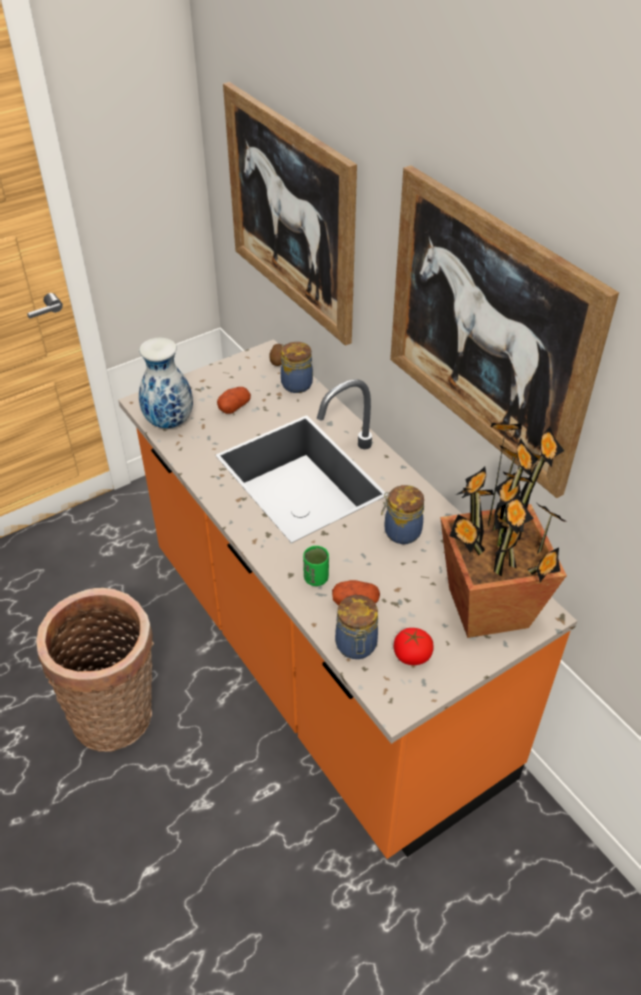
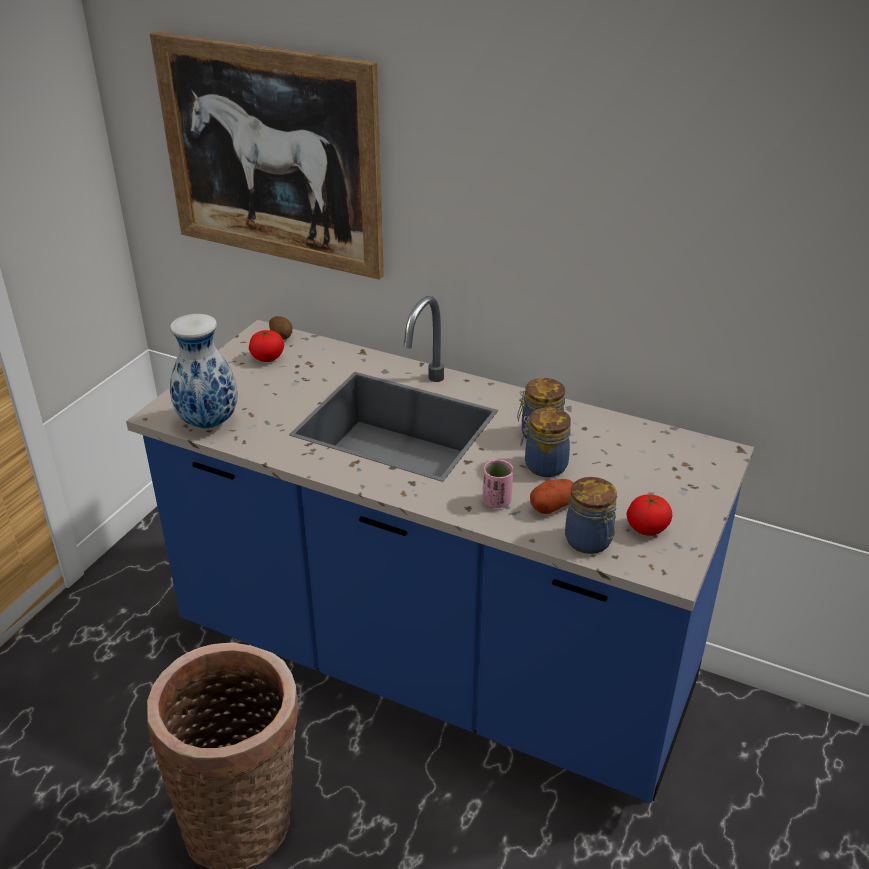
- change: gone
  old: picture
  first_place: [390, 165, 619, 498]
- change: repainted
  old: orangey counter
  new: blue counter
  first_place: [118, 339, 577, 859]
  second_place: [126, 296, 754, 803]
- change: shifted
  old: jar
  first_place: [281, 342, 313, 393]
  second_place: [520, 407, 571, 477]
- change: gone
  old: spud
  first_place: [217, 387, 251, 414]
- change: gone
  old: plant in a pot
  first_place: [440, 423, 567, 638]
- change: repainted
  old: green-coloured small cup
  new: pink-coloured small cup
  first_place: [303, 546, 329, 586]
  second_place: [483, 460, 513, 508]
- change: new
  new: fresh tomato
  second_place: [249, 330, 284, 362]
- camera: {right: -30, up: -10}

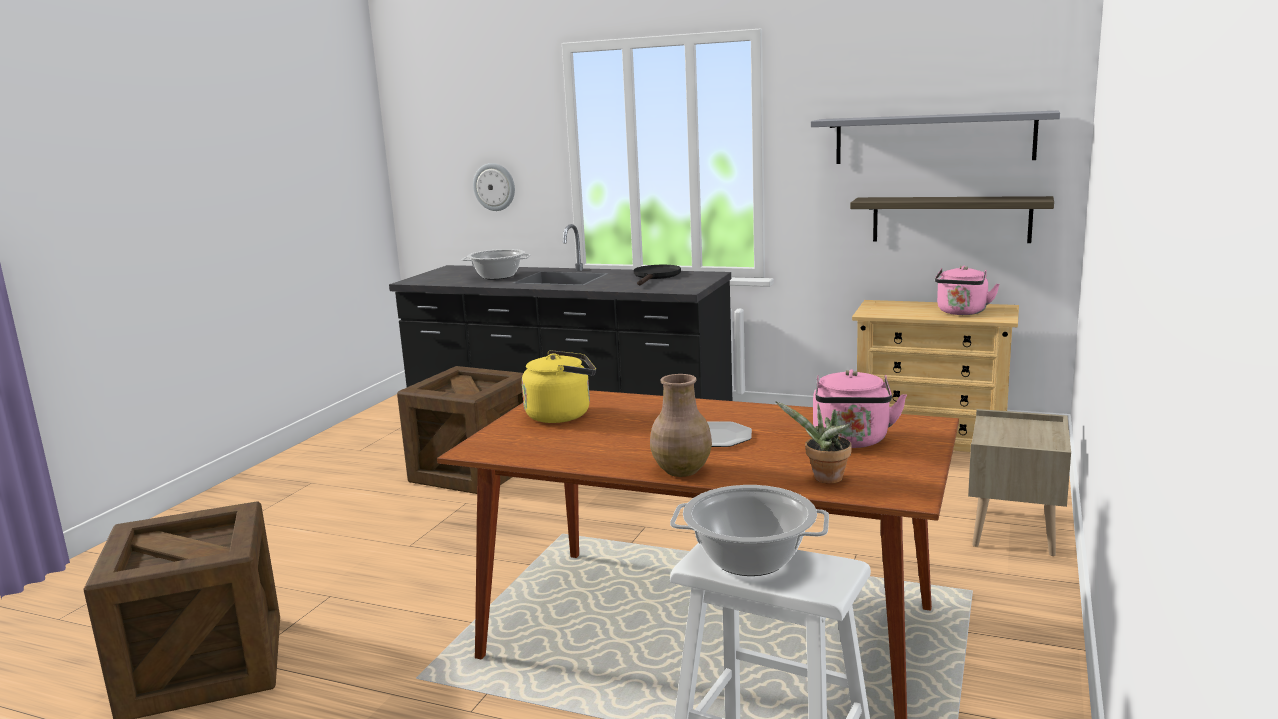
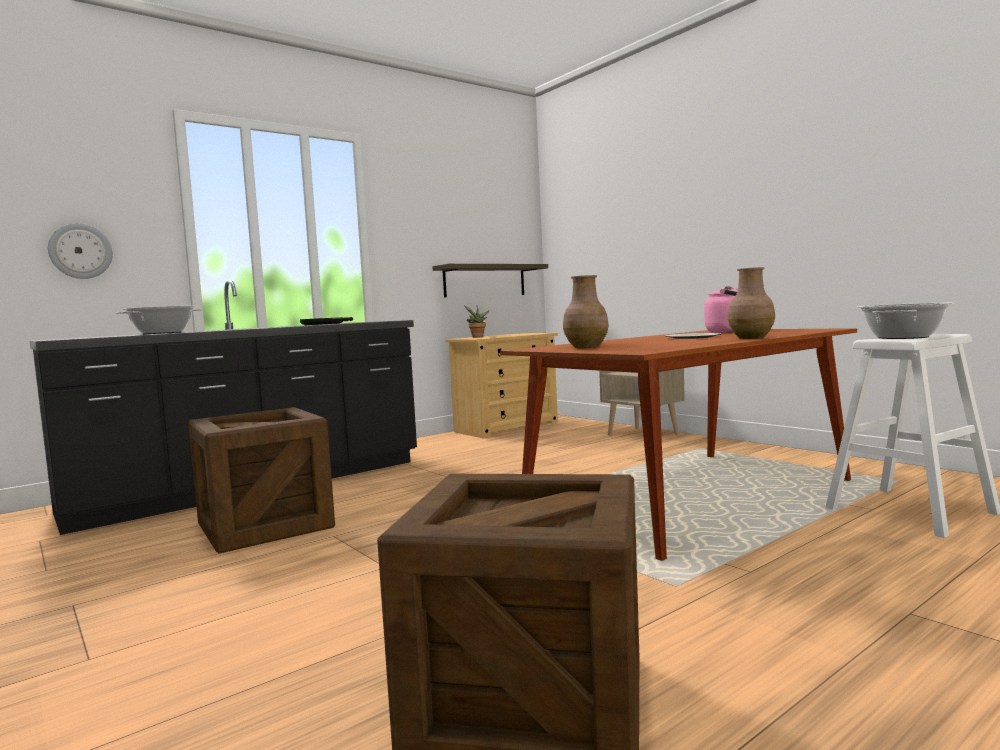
- change: gone
  old: greyish bracket shelf
  first_place: [811, 111, 1060, 164]
- change: gone
  old: pink-coloured tea kettle
  first_place: [935, 266, 1000, 315]
- change: swapped
  old: yellow tea kettle
  new: brown-coloured vase
  first_place: [522, 350, 596, 423]
  second_place: [563, 275, 609, 348]
- change: shifted
  old: plant in a pot
  first_place: [775, 401, 851, 484]
  second_place: [464, 306, 490, 338]
- camera: {right: -60, up: -10}

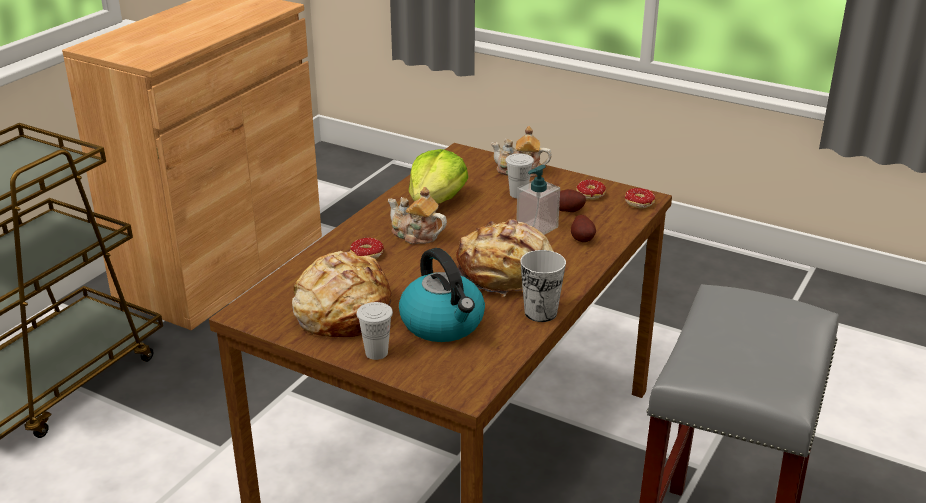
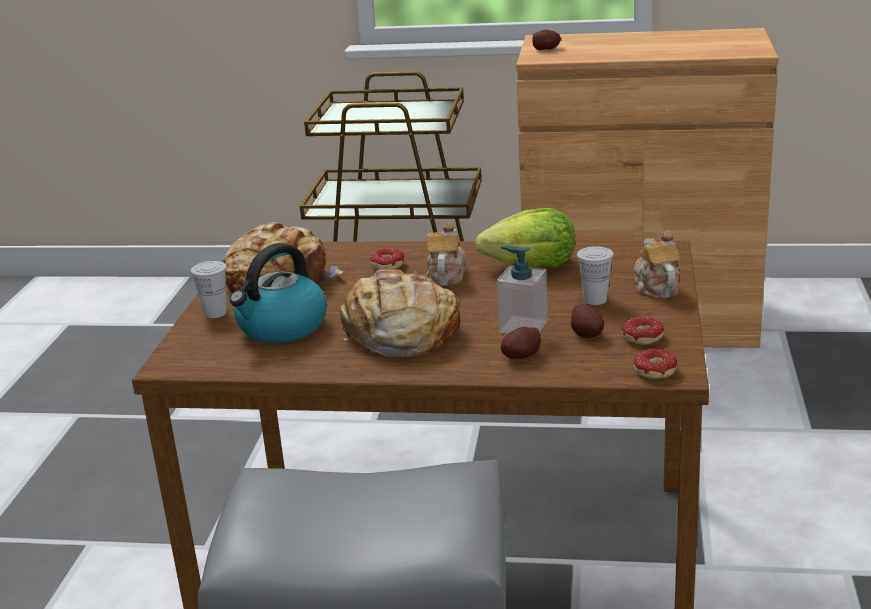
- change: gone
  old: small cup
  first_place: [520, 250, 566, 322]
- change: new
  new: spud
  second_place: [532, 30, 561, 50]
- camera: {right: 70, up: -5}

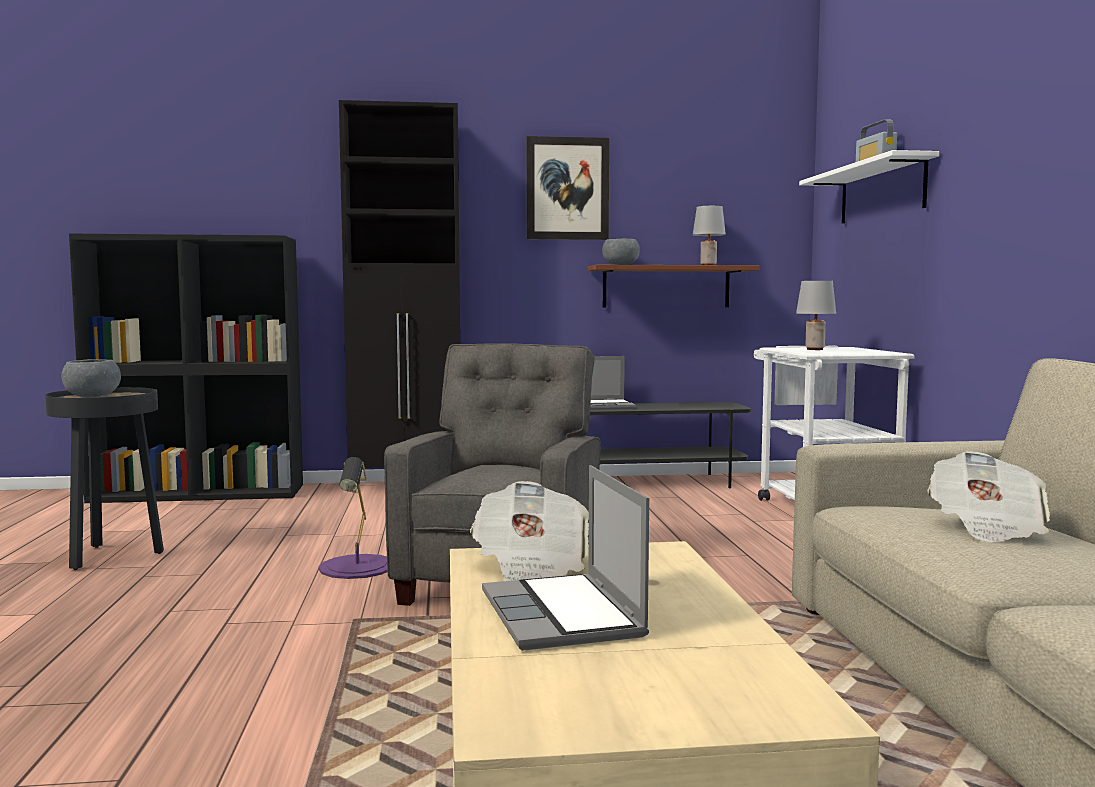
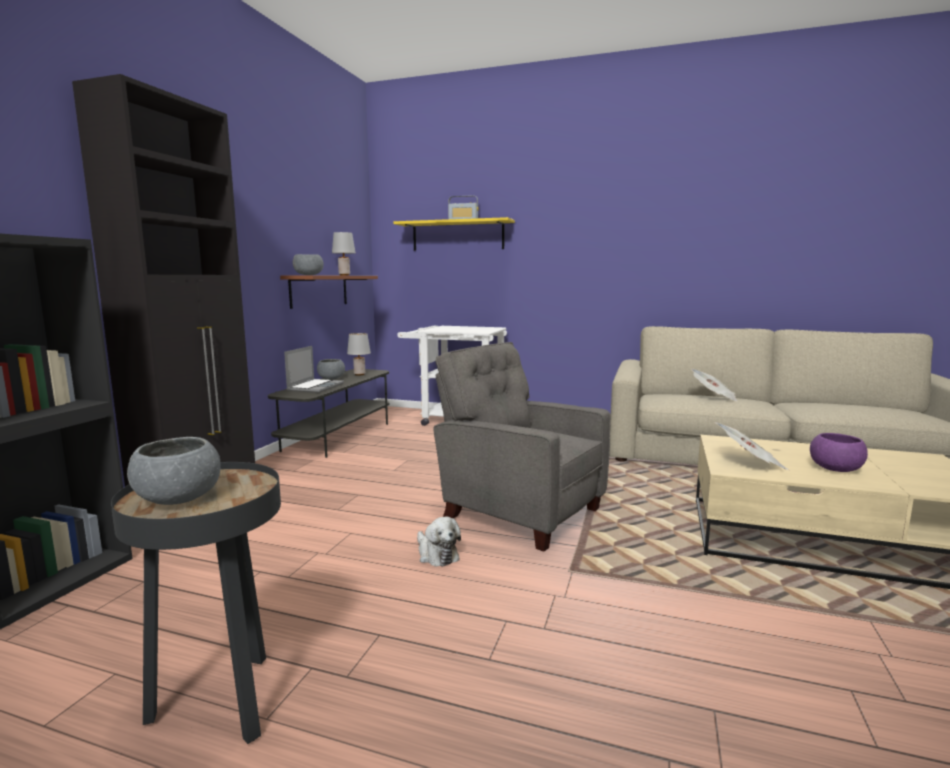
- change: gone
  old: picture
  first_place: [526, 136, 609, 240]
- change: repainted
  old: white bracket shelf
  new: yellow bracket shelf
  first_place: [799, 150, 939, 224]
  second_place: [394, 217, 515, 251]
- change: shifted
  old: greyish tabletop lamp
  first_place: [796, 281, 836, 350]
  second_place: [347, 333, 371, 376]
- change: swapped
  old: purple-coloured tabletop lamp
  new: soft toy
  first_place: [318, 457, 387, 579]
  second_place: [417, 517, 461, 567]
- change: swapped
  old: laptop
  new: purple-coloured deep dish
  first_place: [482, 465, 649, 651]
  second_place: [810, 433, 868, 472]
- change: new
  new: greyish deep dish
  second_place: [317, 359, 345, 379]
- camera: {right: -65, up: 5}

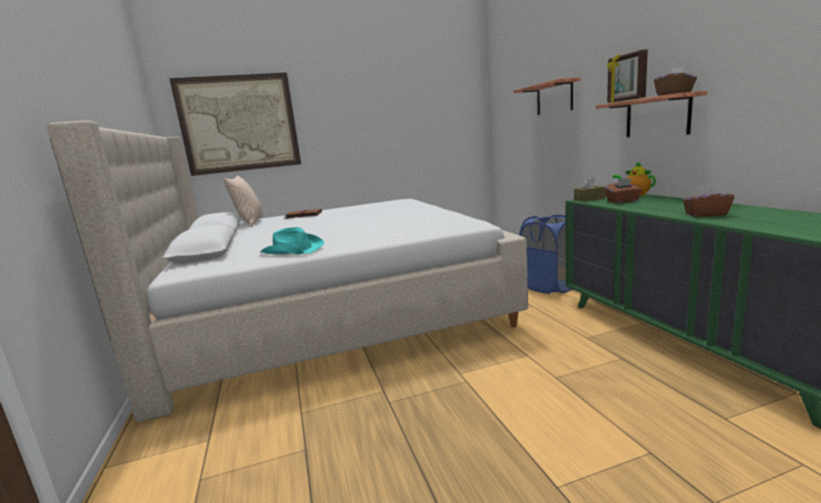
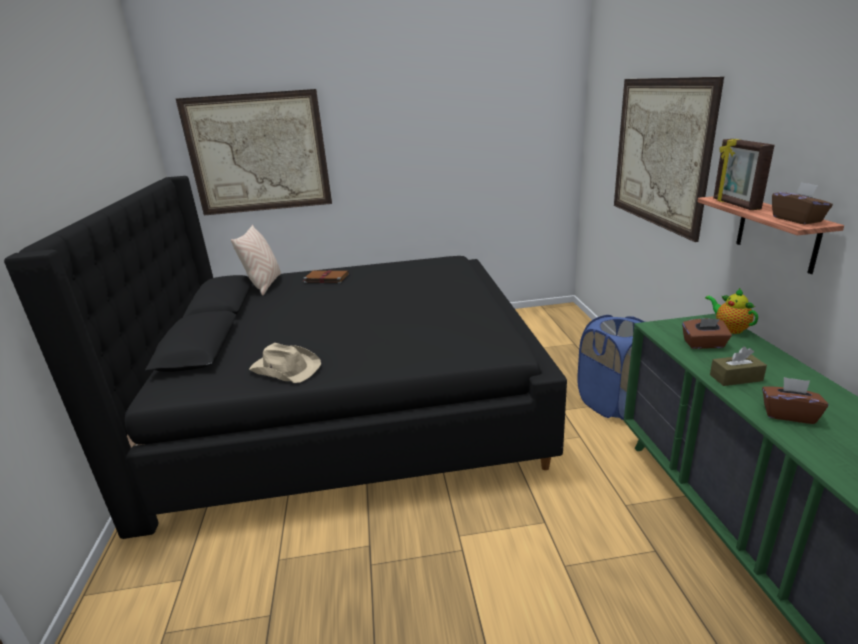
- change: swapped
  old: bracket shelf
  new: picture
  first_place: [514, 77, 580, 115]
  second_place: [614, 77, 724, 242]
- change: repainted
  old: beige-coloured bed
  new: blackish bed
  first_place: [47, 120, 528, 422]
  second_place: [4, 176, 567, 539]
- change: shifted
  old: brown-coloured tissue holder
  first_place: [574, 176, 606, 202]
  second_place: [710, 347, 767, 386]
- change: repainted
  old: turquoise-coloured clothing hat
  new: beige-coloured clothing hat
  first_place: [260, 227, 324, 254]
  second_place: [249, 343, 321, 383]
- camera: {right: 10, up: 10}

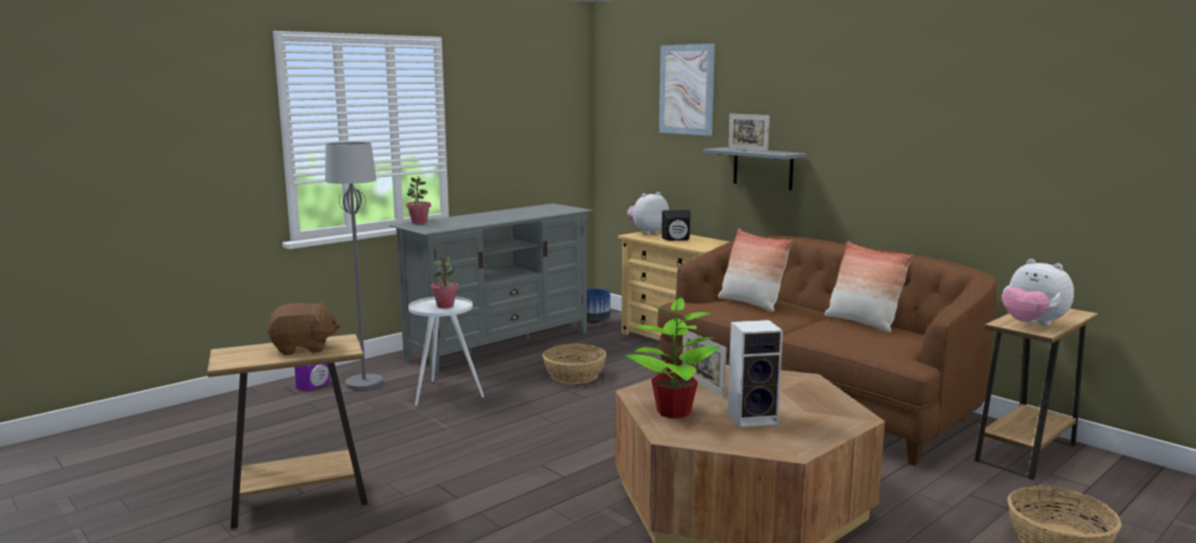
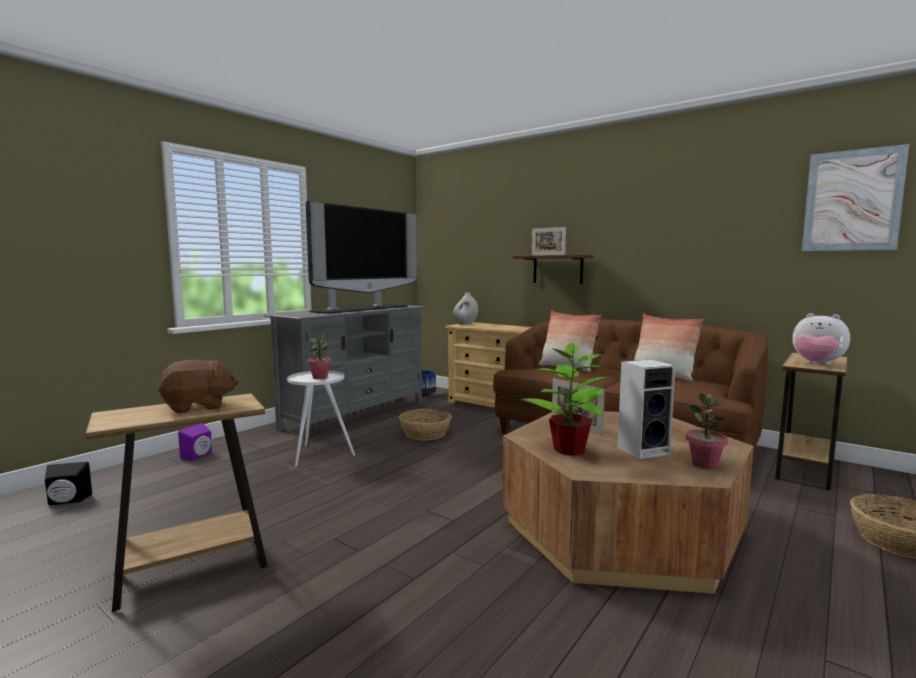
- change: shifted
  old: picture
  first_place: [659, 43, 715, 136]
  second_place: [802, 144, 909, 251]
- change: gone
  old: greyish standing lamp
  first_place: [325, 142, 383, 390]
- change: repainted
  old: greyish bracket shelf
  new: brown-coloured bracket shelf
  first_place: [703, 147, 806, 190]
  second_place: [513, 255, 594, 284]
- change: shifted
  old: plant in a pot
  first_place: [406, 177, 431, 224]
  second_place: [686, 393, 728, 469]
- change: swapped
  old: soft toy
  new: white vase
  first_place: [627, 192, 669, 235]
  second_place: [453, 293, 478, 325]
- change: shifted
  old: blackish loudspeaker
  first_place: [662, 210, 690, 241]
  second_place: [45, 462, 92, 506]
- change: new
  new: TV
  second_place: [306, 201, 417, 314]
- camera: {right: -10, up: -5}

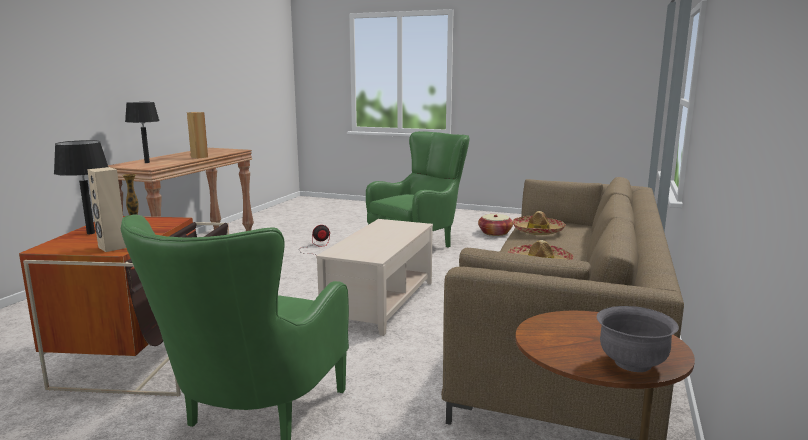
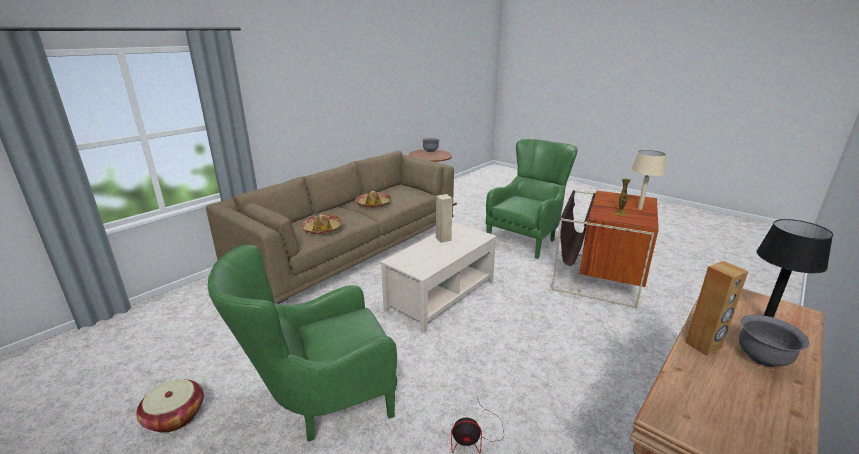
- change: repainted
  old: blackish tabletop lamp
  new: beige-coloured tabletop lamp
  first_place: [54, 140, 108, 234]
  second_place: [631, 150, 666, 210]
- change: shifted
  old: beige-coloured loudspeaker
  first_place: [87, 167, 126, 252]
  second_place: [436, 194, 452, 243]
- change: new
  new: greyish deep dish
  second_place: [739, 315, 809, 367]
- camera: {right: -160, up: 10}

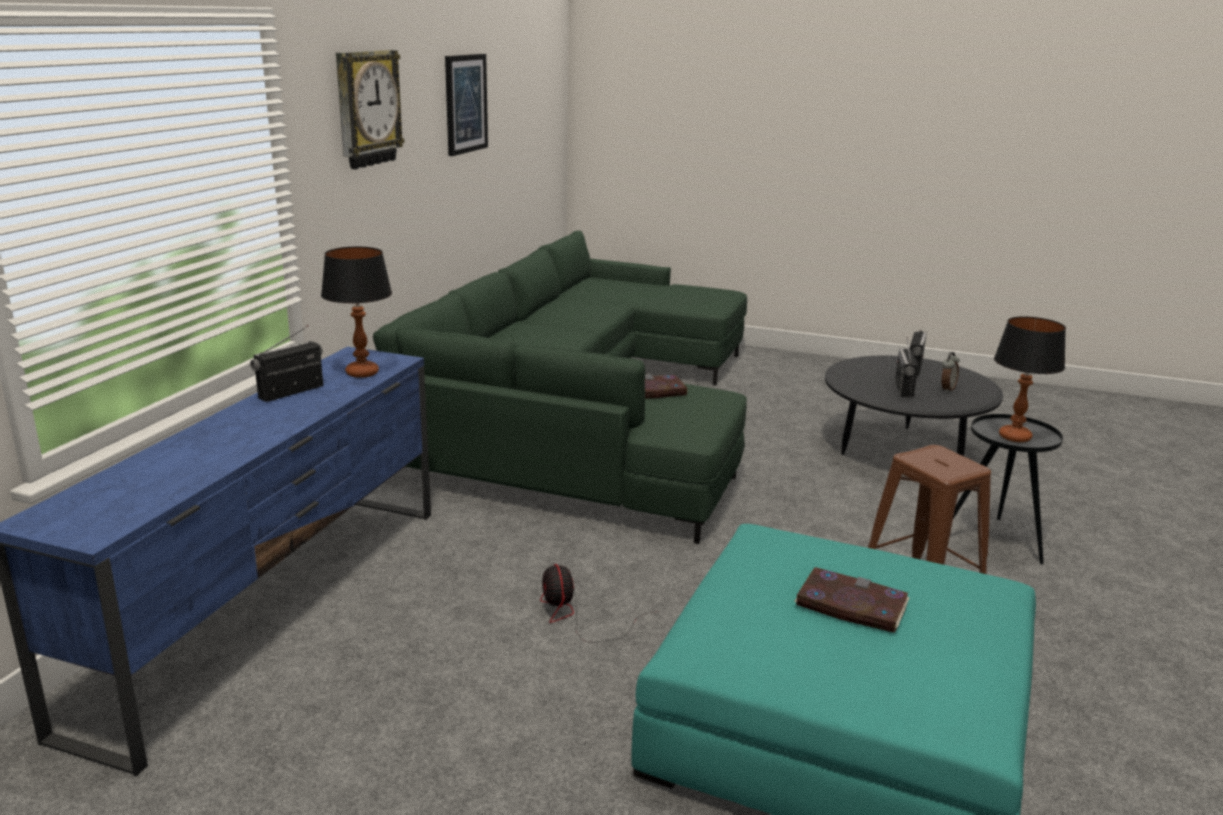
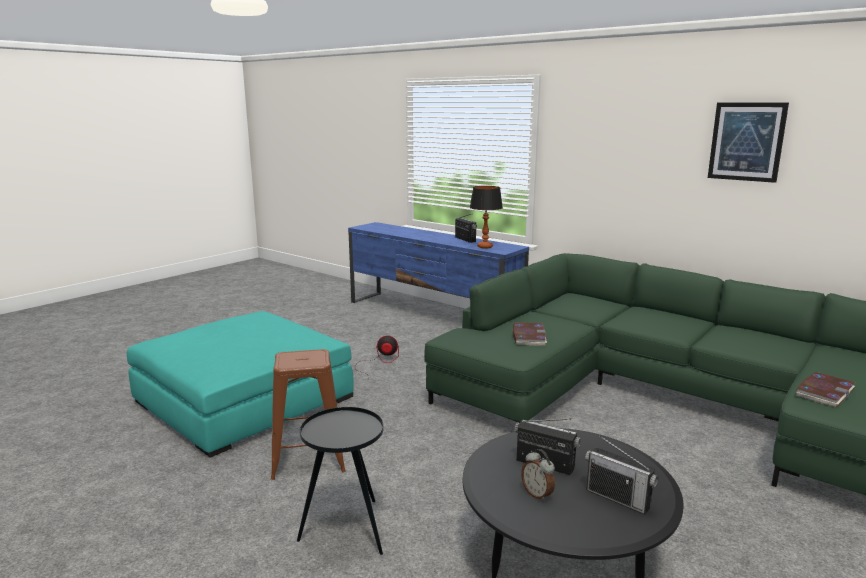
- change: gone
  old: hanging clock
  first_place: [336, 50, 405, 169]
- change: gone
  old: tabletop lamp
  first_place: [994, 316, 1066, 442]
- change: shifted
  old: bound book
  first_place: [794, 567, 910, 633]
  second_place: [795, 372, 855, 407]
- camera: {right: 110, up: -5}

